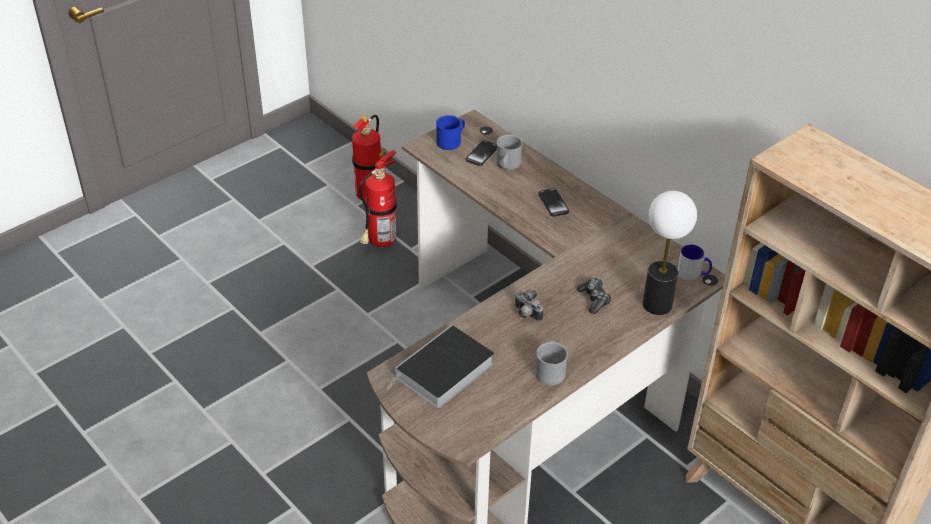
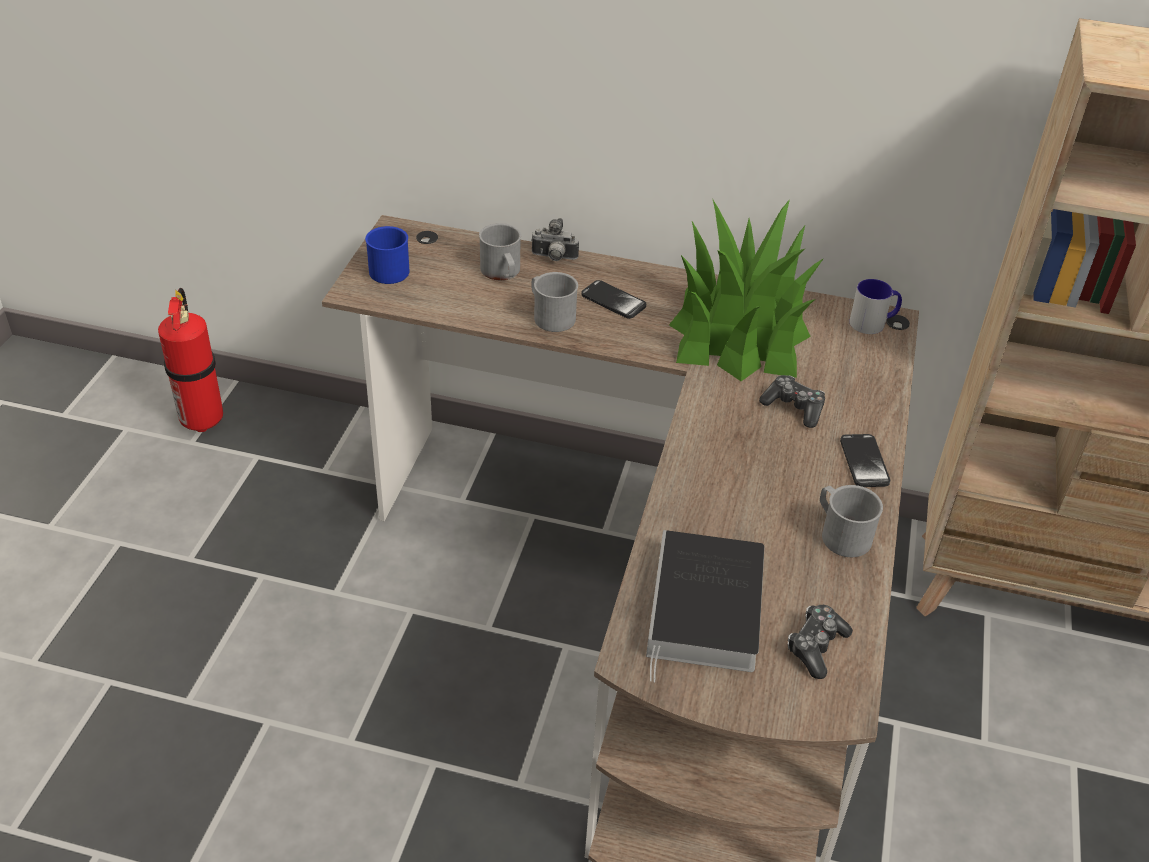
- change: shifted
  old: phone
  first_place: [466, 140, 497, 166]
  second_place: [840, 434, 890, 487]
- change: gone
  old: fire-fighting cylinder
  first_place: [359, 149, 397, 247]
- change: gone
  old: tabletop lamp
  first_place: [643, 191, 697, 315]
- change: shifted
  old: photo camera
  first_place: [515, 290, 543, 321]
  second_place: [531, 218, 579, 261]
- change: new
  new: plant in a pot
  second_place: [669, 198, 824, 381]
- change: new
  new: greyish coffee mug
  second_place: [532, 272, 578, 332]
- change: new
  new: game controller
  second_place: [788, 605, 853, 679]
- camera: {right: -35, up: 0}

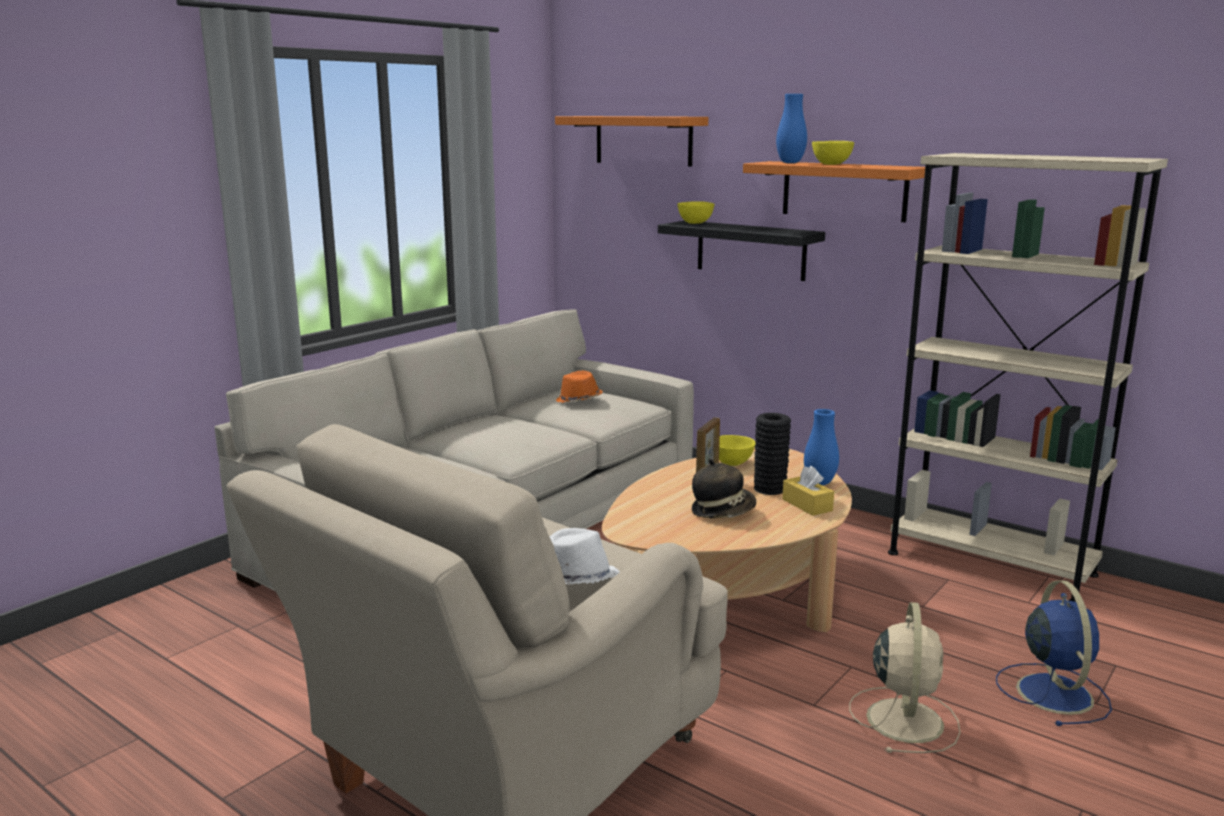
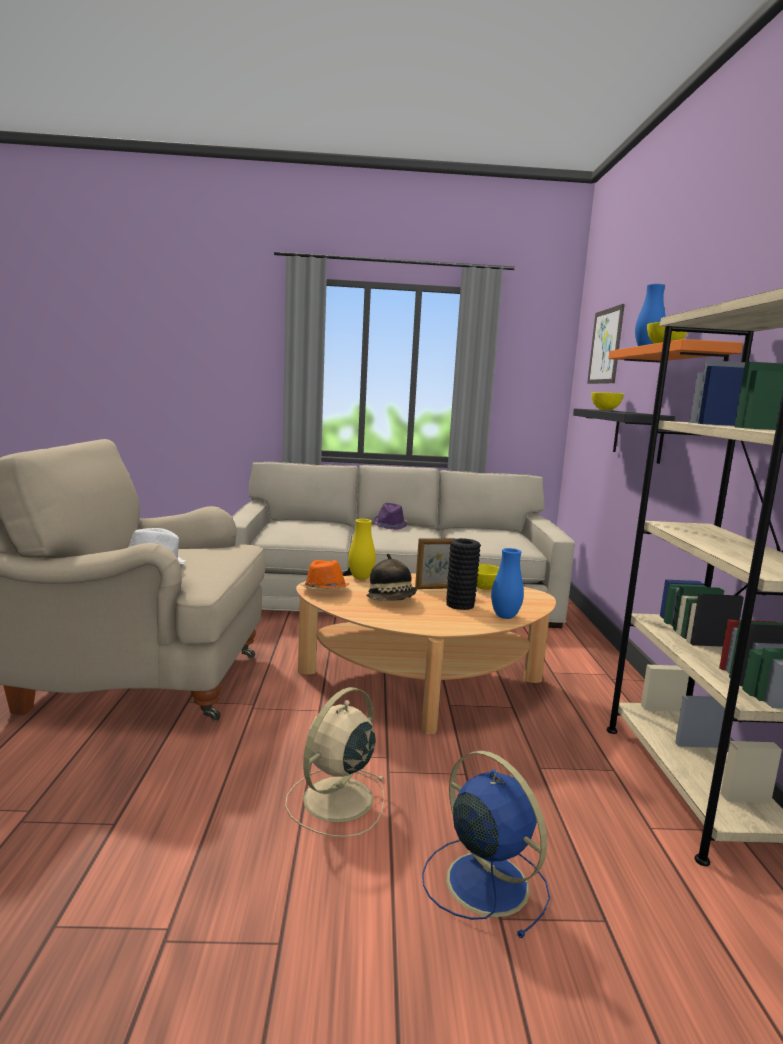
- change: swapped
  old: orangey bracket shelf
  new: picture
  first_place: [555, 116, 708, 167]
  second_place: [587, 304, 625, 384]
- change: shifted
  old: orangey clothing hat
  first_place: [556, 371, 603, 403]
  second_place: [300, 560, 350, 589]
- change: gone
  old: yellow tissue holder
  first_place: [782, 466, 834, 516]
- change: rotated
  old: blue cooling fan
  first_place: [996, 580, 1112, 726]
  second_place: [422, 751, 550, 938]
  degrees: -90
- change: rotated
  old: beige-coloured cooling fan
  first_place: [849, 602, 961, 753]
  second_place: [285, 687, 385, 838]
  degrees: 150
- change: new
  new: purple-coloured clothing hat
  second_place: [374, 503, 407, 530]
- change: new
  new: yellow vase
  second_place: [348, 519, 376, 580]
- camera: {right: 50, up: -5}

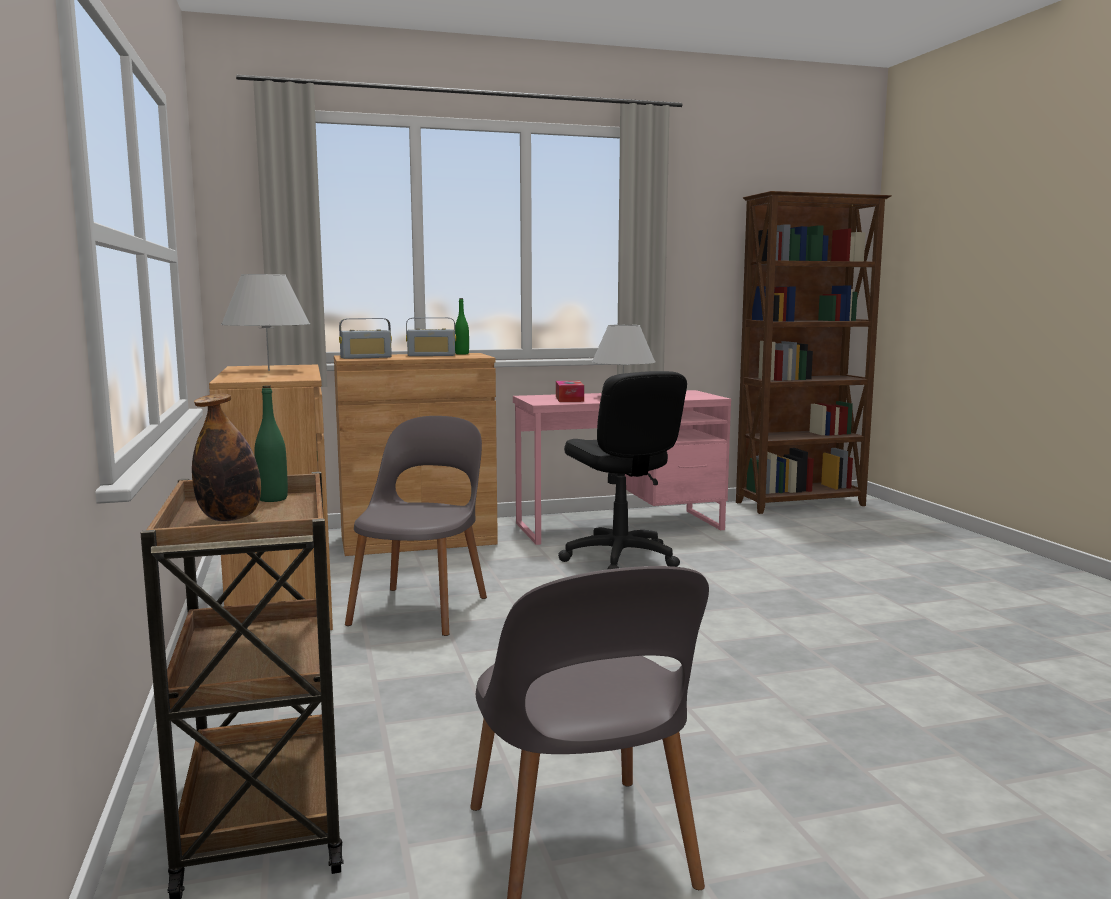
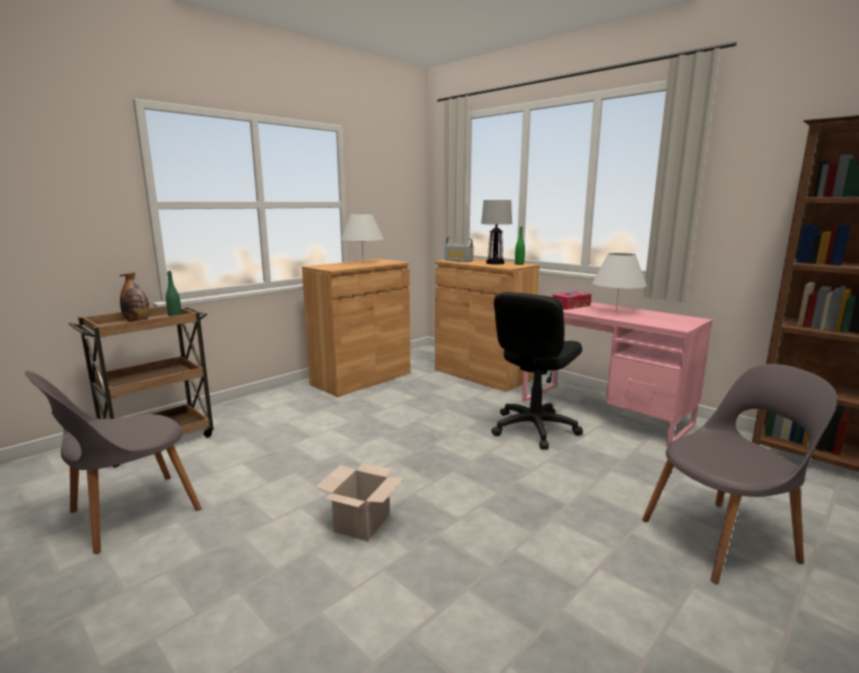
- change: swapped
  old: radio
  new: tabletop lamp
  first_place: [406, 317, 456, 356]
  second_place: [481, 200, 512, 265]
- change: shifted
  old: greyish chair
  first_place: [345, 416, 487, 636]
  second_place: [642, 364, 837, 584]
- change: new
  new: packing box
  second_place: [316, 463, 404, 542]
- camera: {right: 60, up: 5}

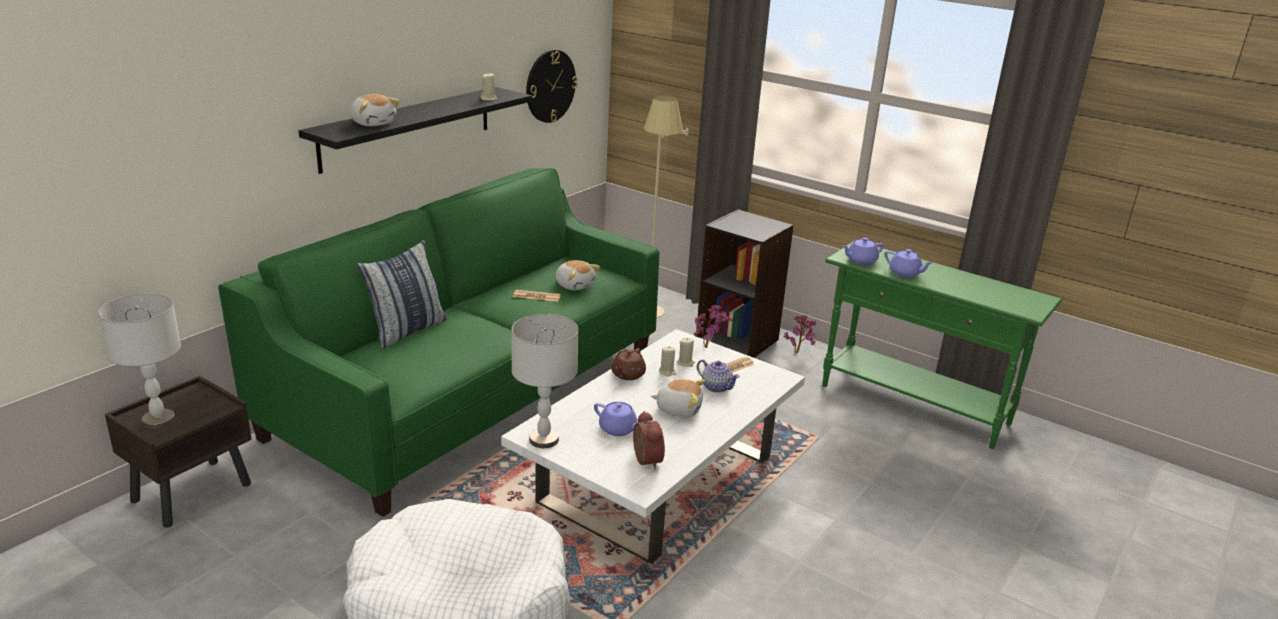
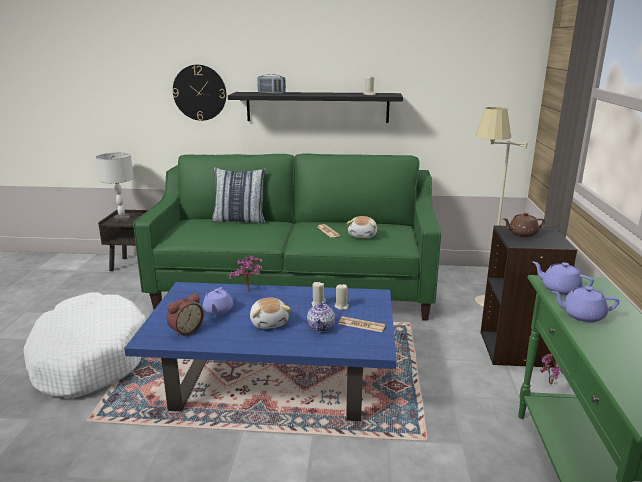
- change: shifted
  old: hanging clock
  first_place: [526, 50, 577, 123]
  second_place: [172, 65, 226, 121]
- change: swapped
  old: soft toy
  new: radio
  first_place: [350, 94, 400, 126]
  second_place: [258, 74, 286, 94]
- change: rotated
  old: purple-coloured tea pot
  first_place: [885, 249, 934, 277]
  second_place: [551, 286, 619, 323]
  degrees: 90
- change: shifted
  old: plant in a pot
  first_place: [694, 305, 733, 348]
  second_place: [227, 256, 262, 291]
- change: gone
  old: greyish tabletop lamp
  first_place: [511, 314, 579, 448]
- change: repainted
  old: white lounge table
  new: blue lounge table
  first_place: [501, 329, 805, 564]
  second_place: [124, 282, 396, 421]
- change: shifted
  old: brown-coloured tea pot
  first_place: [611, 348, 646, 380]
  second_place: [503, 213, 545, 237]
- camera: {right: 60, up: -5}

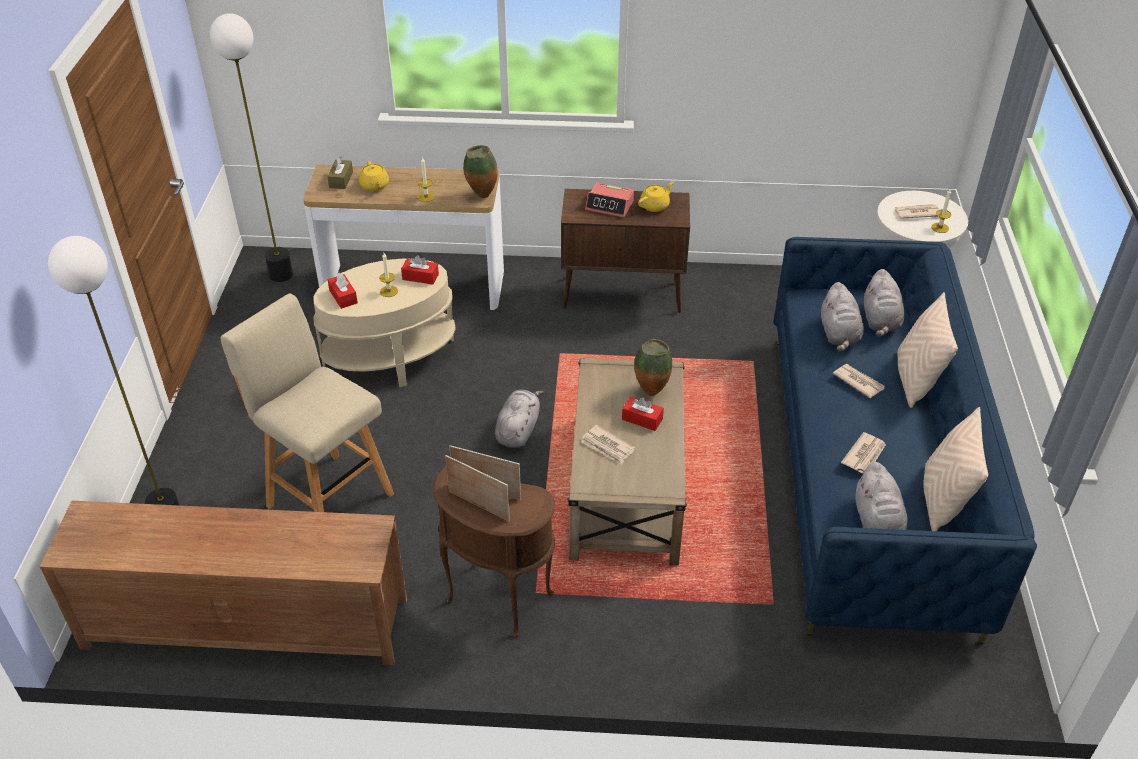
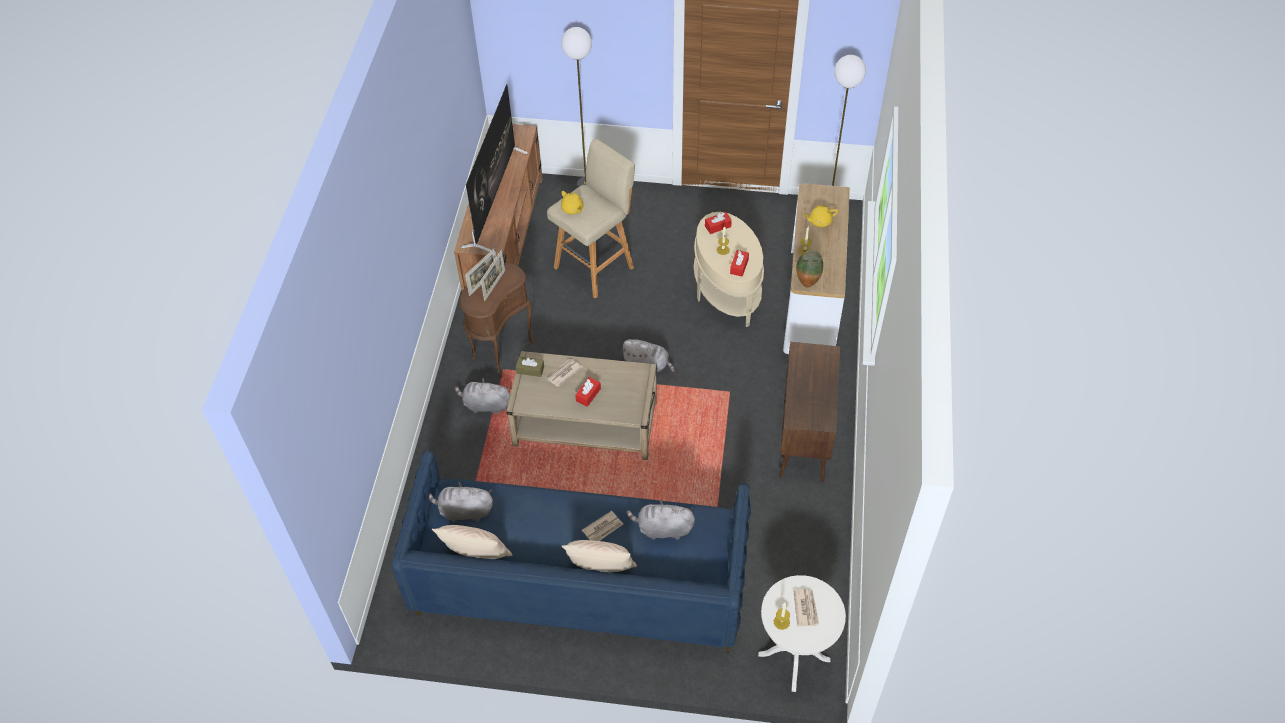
- change: shifted
  old: brown-coloured tissue holder
  first_place: [327, 156, 353, 189]
  second_place: [516, 357, 544, 377]
- change: shifted
  old: yellow tea pot
  first_place: [638, 181, 674, 212]
  second_place: [561, 191, 584, 214]
- change: gone
  old: table clock
  first_place: [585, 183, 634, 218]
- change: shifted
  old: greyish soft toy
  first_place: [864, 269, 905, 337]
  second_place: [455, 378, 510, 414]
- change: gone
  old: vase
  first_place: [634, 339, 672, 396]
- change: gone
  old: printed paper
  first_place: [841, 432, 886, 473]
- change: new
  new: TV
  second_place: [461, 84, 528, 252]
- camera: {right: 95, up: 10}

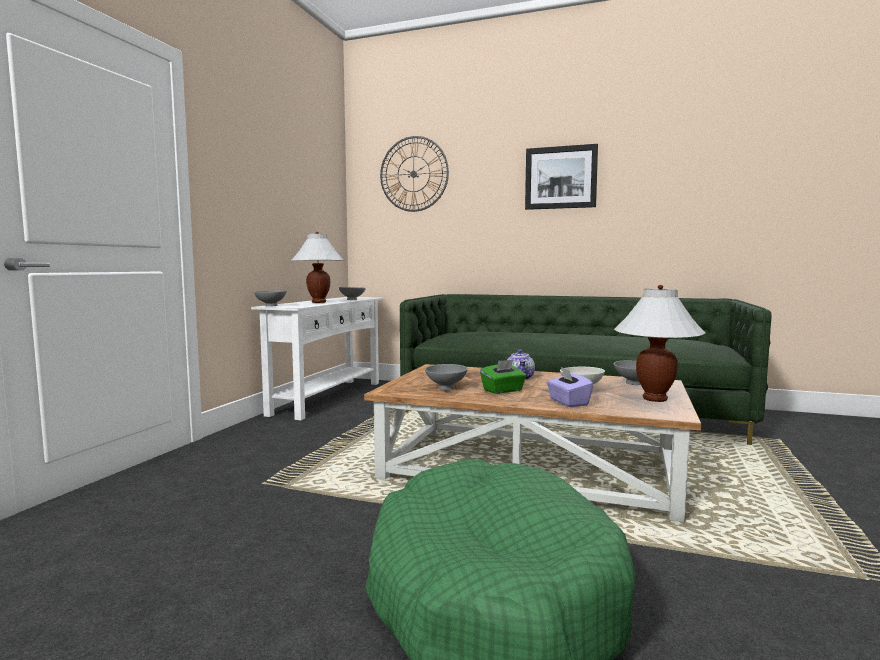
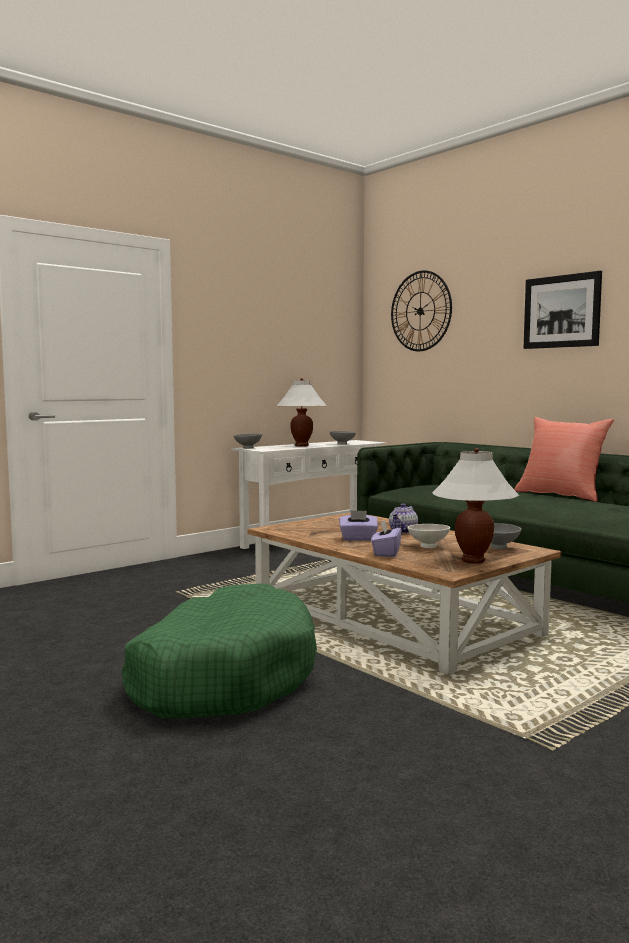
- change: repainted
  old: green-coloured tissue holder
  new: purple-coloured tissue holder
  first_place: [480, 359, 526, 394]
  second_place: [339, 510, 378, 541]
- change: gone
  old: greyish deep dish
  first_place: [425, 364, 468, 390]
- change: new
  new: reddish cushion
  second_place: [514, 417, 614, 502]
- camera: {right: 30, up: 0}

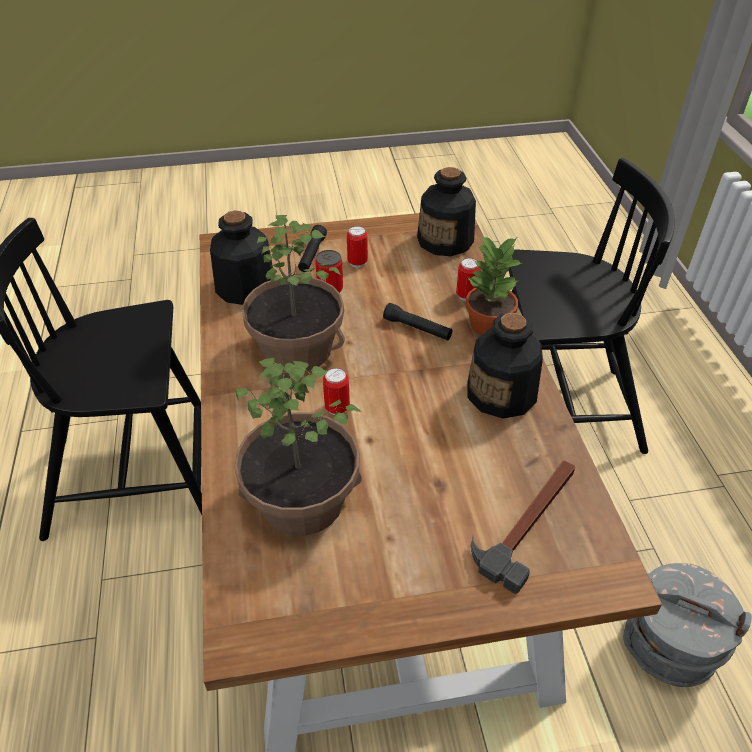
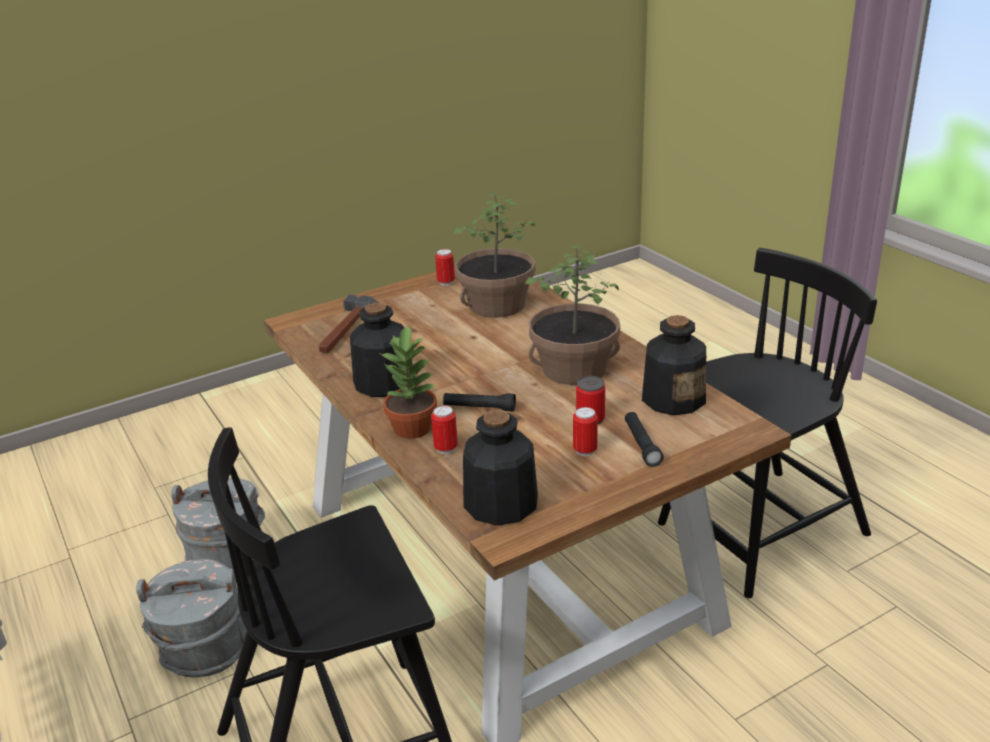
- change: shifted
  old: metal can
  first_place: [323, 368, 350, 415]
  second_place: [435, 249, 455, 286]
- change: new
  new: greyish pail
  second_place: [136, 559, 247, 677]
- camera: {right: 160, up: -15}

